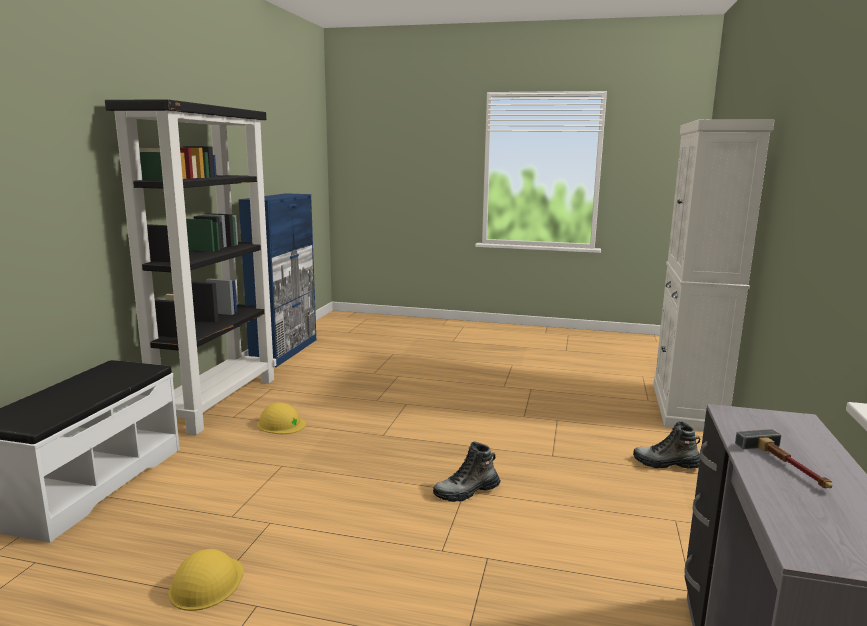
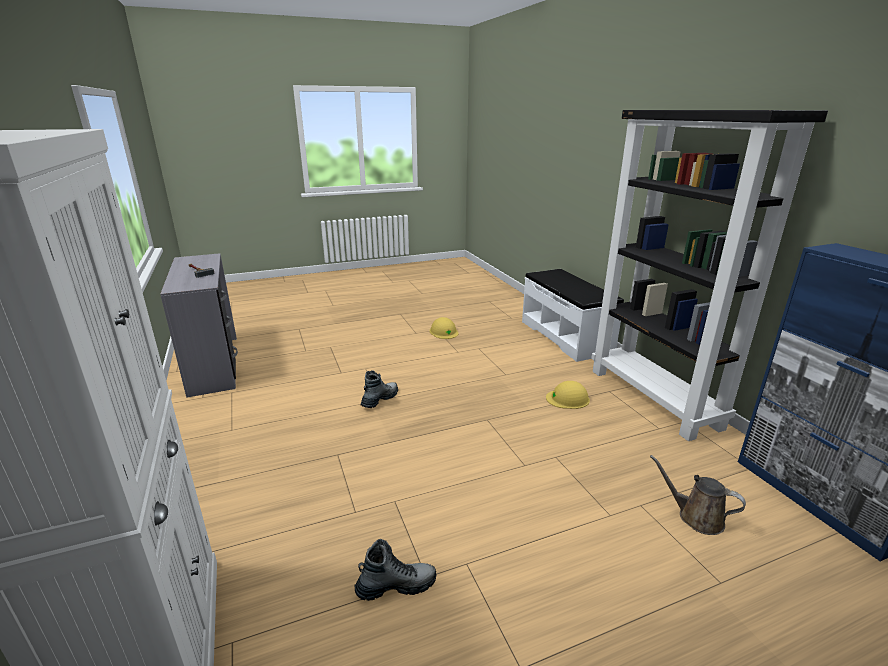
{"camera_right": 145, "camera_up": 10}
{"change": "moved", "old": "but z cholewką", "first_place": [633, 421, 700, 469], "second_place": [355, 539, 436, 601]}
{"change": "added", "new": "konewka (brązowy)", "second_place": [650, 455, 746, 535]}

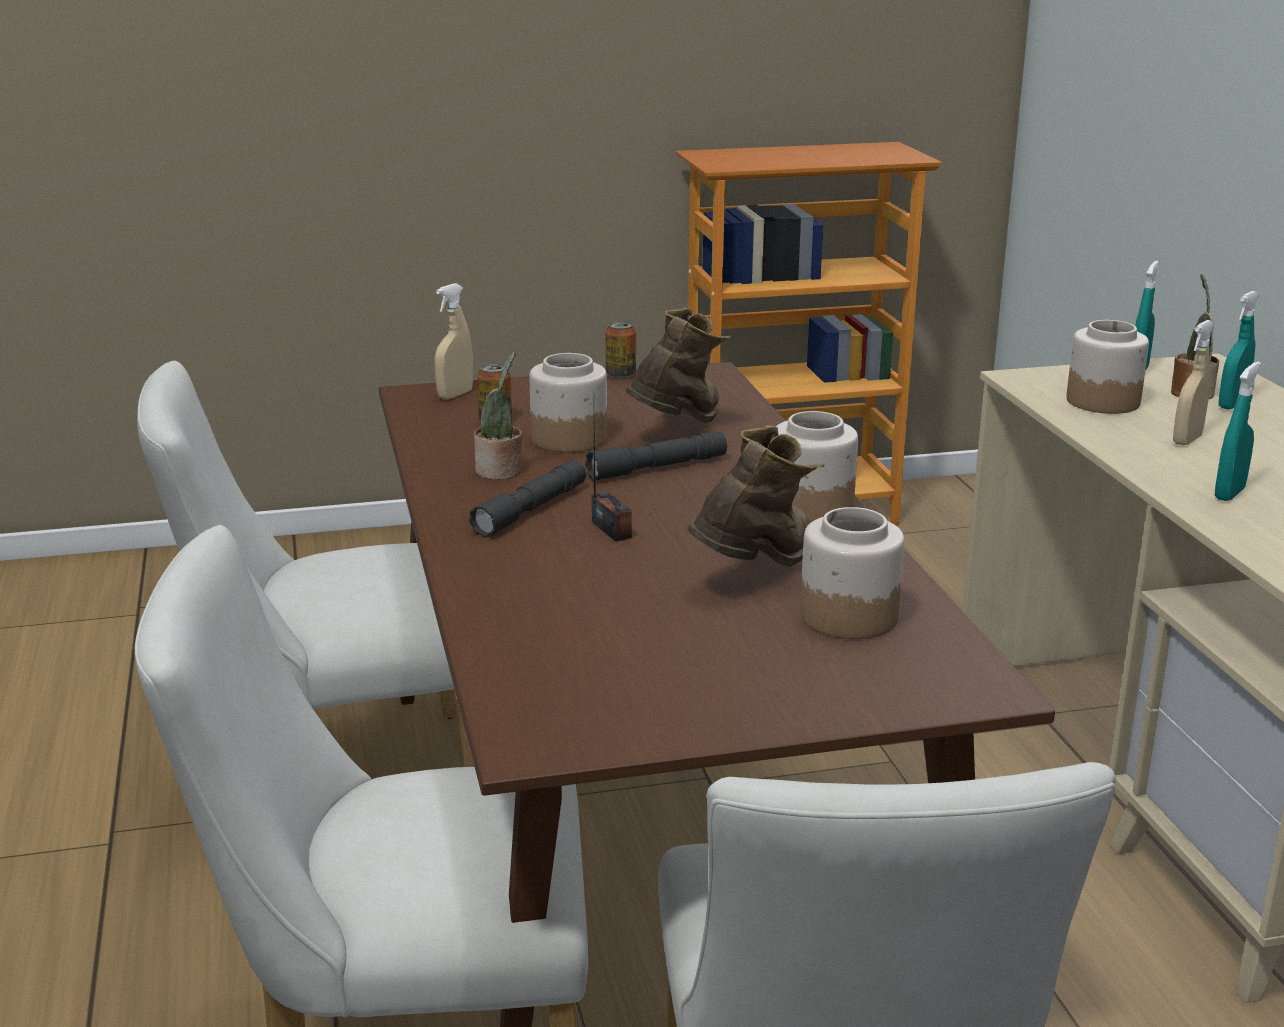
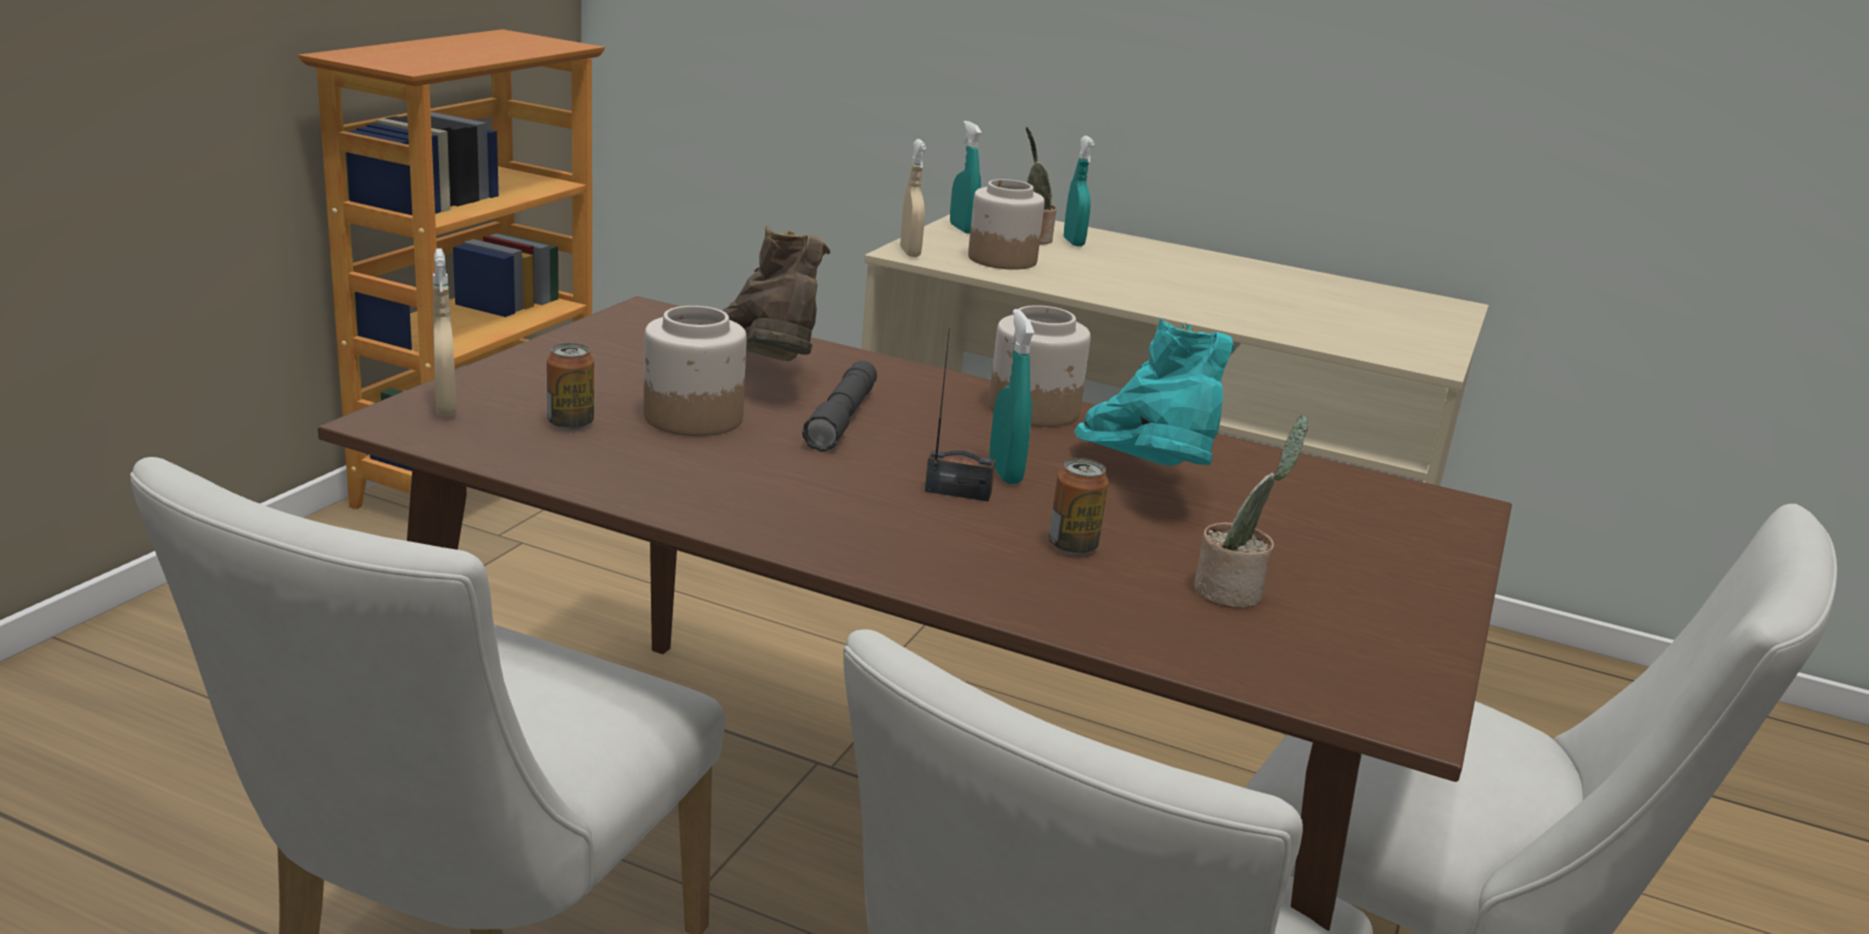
{"camera_right": -55, "camera_up": 0}
{"change": "moved", "old": "spryskiwacz (beżowy)", "first_place": [1173, 320, 1214, 445], "second_place": [900, 139, 926, 257]}
{"change": "moved", "old": "puszka", "first_place": [605, 321, 636, 379], "second_place": [1049, 458, 1109, 555]}
{"change": "moved", "old": "roślina doniczkowa", "first_place": [474, 352, 522, 480], "second_place": [1194, 415, 1308, 608]}
{"change": "moved", "old": "spryskiwacz (turkusowy)", "first_place": [1215, 361, 1261, 501], "second_place": [990, 309, 1034, 484]}
{"change": "recoloured", "old": "but z cholewką (brązowy)", "new": "but z cholewką (turkusowy)", "first_place": [687, 425, 824, 567], "second_place": [1074, 318, 1235, 466]}
{"change": "removed", "old": "latarka (szary)", "first_place": [469, 460, 586, 537]}
{"change": "removed", "old": "słoik", "first_place": [800, 507, 904, 639]}

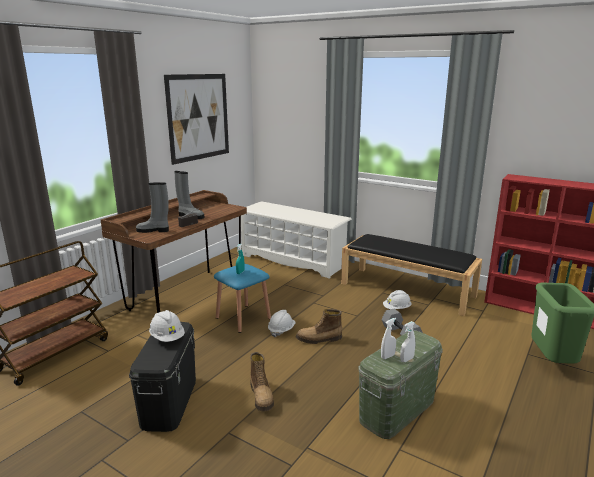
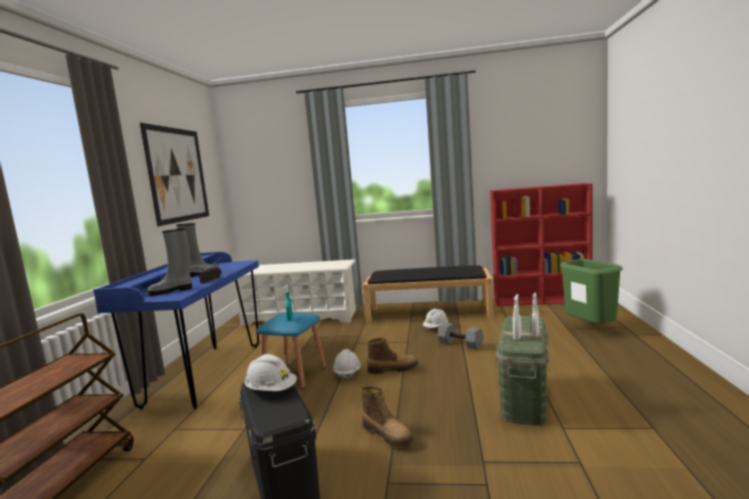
{"camera_right": -25, "camera_up": -10}
{"change": "recoloured", "old": "biurko (brązowy)", "new": "biurko (niebieski)", "first_place": [100, 190, 247, 313], "second_place": [93, 252, 259, 410]}
{"change": "turned", "old": "but z cholewką", "first_place": [296, 309, 342, 344], "second_place": [366, 337, 419, 374], "degrees": -150}

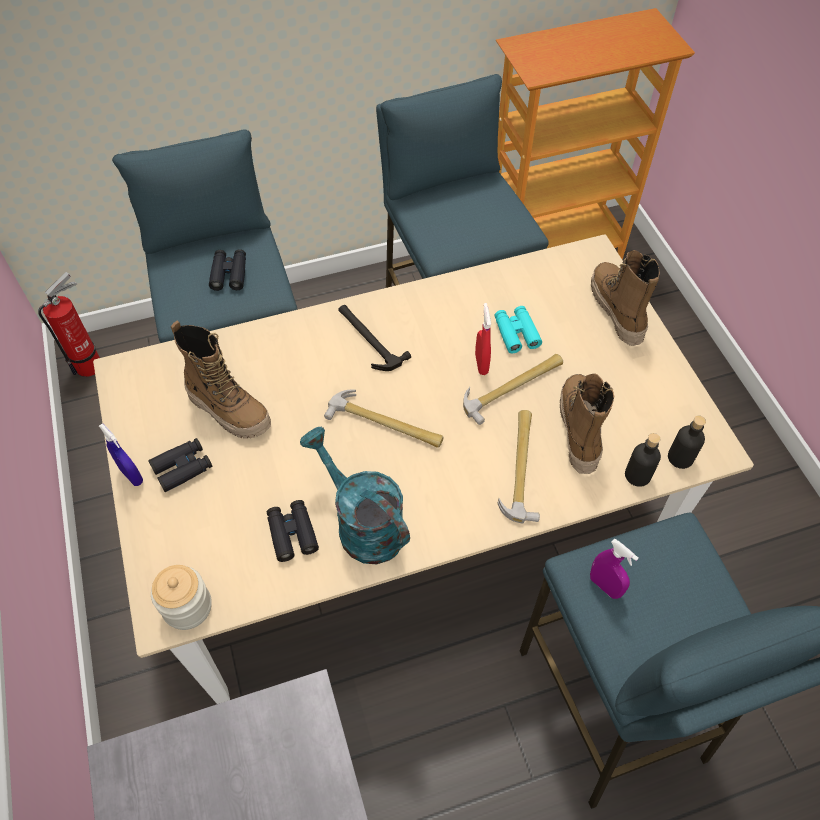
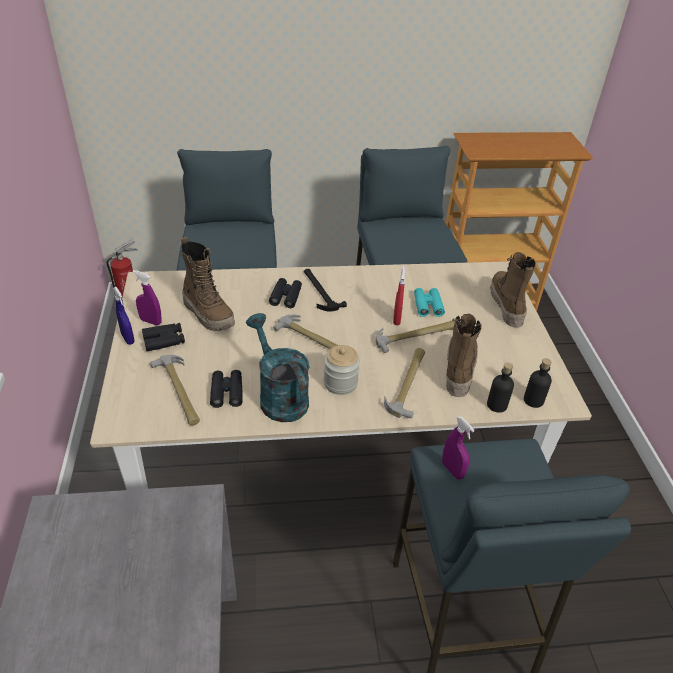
{"camera_right": 10, "camera_up": -15}
{"change": "moved", "old": "lornetka (czarny)", "first_place": [209, 249, 246, 291], "second_place": [269, 278, 302, 308]}
{"change": "moved", "old": "słoik", "first_place": [151, 565, 212, 630], "second_place": [323, 345, 360, 395]}
{"change": "added", "new": "spryskiwacz (fioletowy)", "second_place": [133, 270, 162, 325]}
{"change": "added", "new": "młotek", "second_place": [150, 355, 200, 426]}

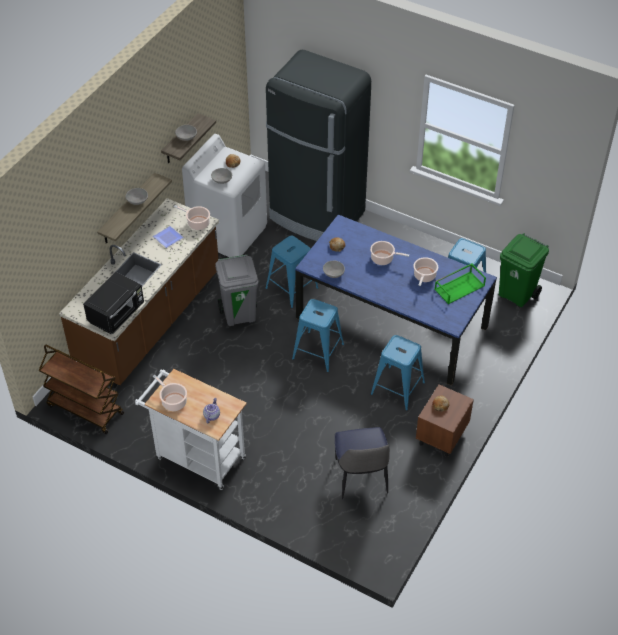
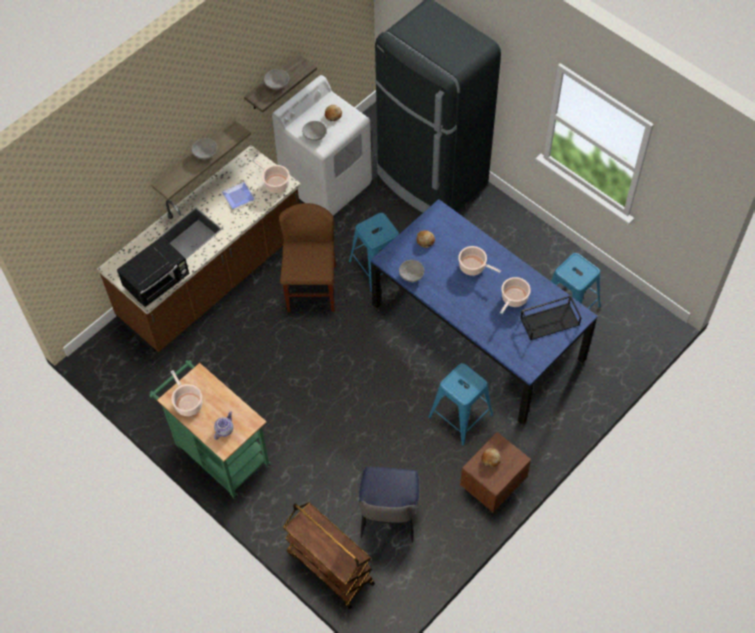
{"camera_right": 15, "camera_up": 10}
{"change": "removed", "old": "kosz na śmieci (zielony)", "first_place": [499, 233, 549, 307]}
{"change": "replaced", "old": "kosz na śmieci (szary)", "new": "krzesło (brązowy)", "first_place": [215, 254, 258, 326], "second_place": [279, 203, 336, 312]}
{"change": "recoloured", "old": "taca (zielony)", "new": "taca (czarny)", "first_place": [434, 263, 486, 304], "second_place": [520, 296, 582, 340]}
{"change": "removed", "old": "stołek (niebieski)", "first_place": [292, 299, 344, 372]}
{"change": "moved", "old": "wózek (brązowy)", "first_place": [39, 345, 124, 434], "second_place": [283, 502, 375, 609]}
{"change": "recoloured", "old": "wózek (biały)", "new": "wózek (zielony)", "first_place": [135, 369, 247, 490], "second_place": [149, 360, 271, 499]}

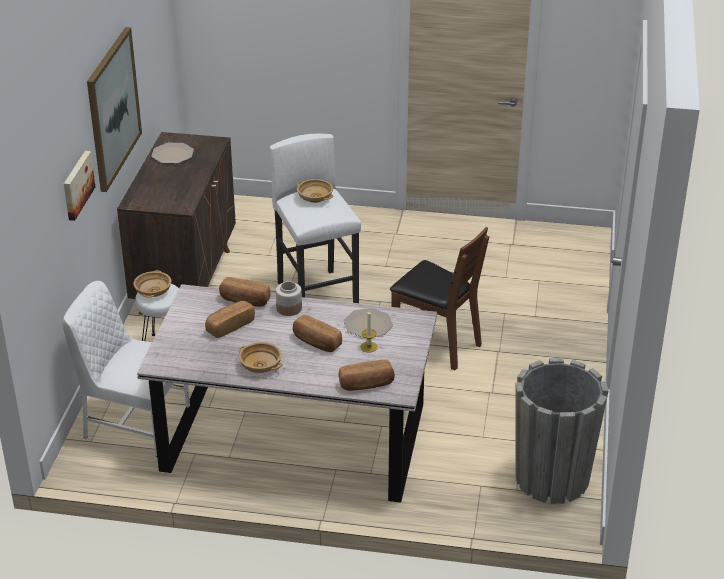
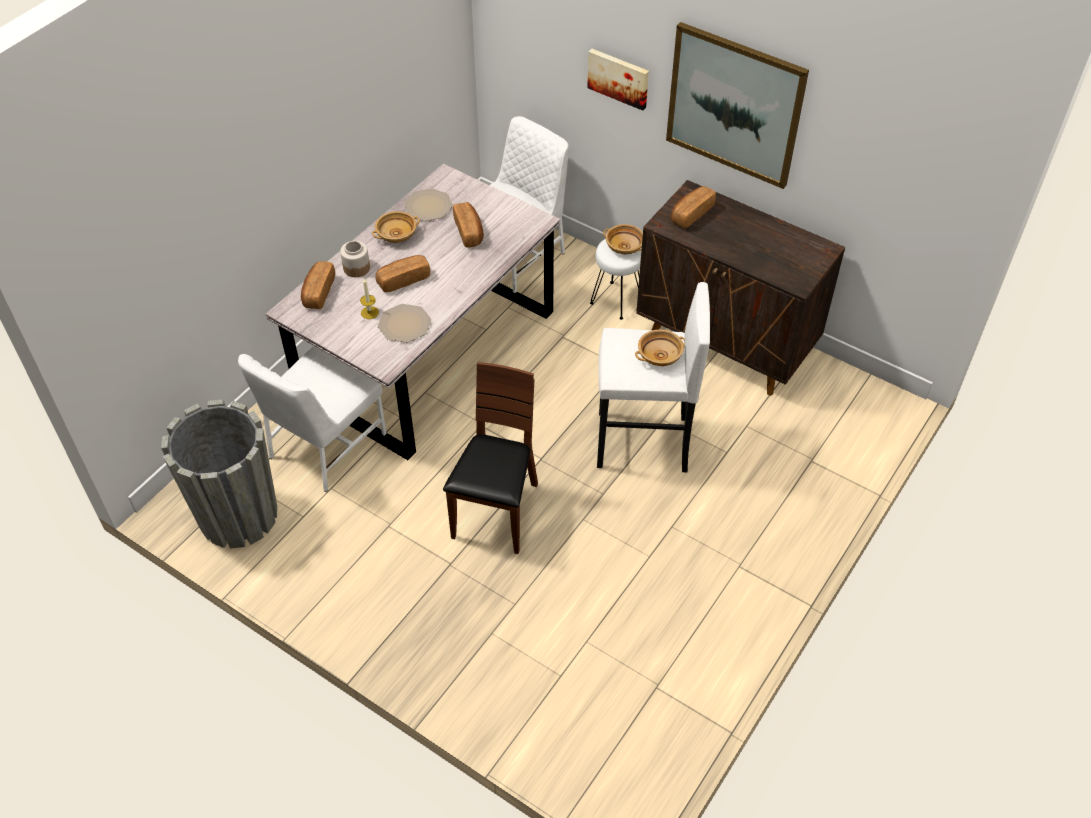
{"camera_right": 115, "camera_up": 15}
{"change": "moved", "old": "talerz", "first_place": [151, 143, 194, 163], "second_place": [404, 188, 453, 221]}
{"change": "turned", "old": "krzesło (brązowy)", "first_place": [390, 227, 490, 371], "second_place": [443, 362, 538, 554], "degrees": 135}
{"change": "moved", "old": "chleb", "first_place": [219, 277, 270, 307], "second_place": [671, 186, 716, 228]}
{"change": "moved", "old": "słoik", "first_place": [276, 281, 302, 316], "second_place": [340, 241, 370, 277]}
{"change": "added", "new": "krzesło (biały)", "second_place": [238, 347, 387, 492]}

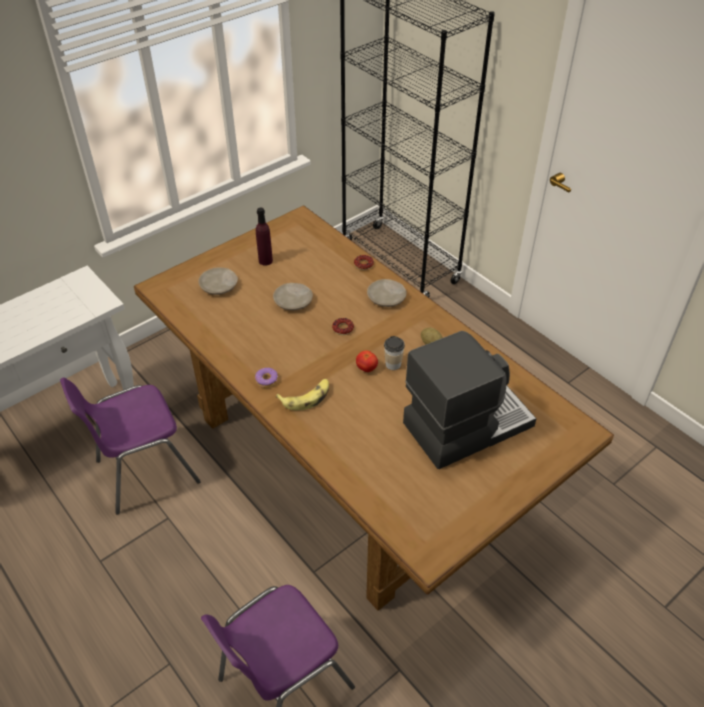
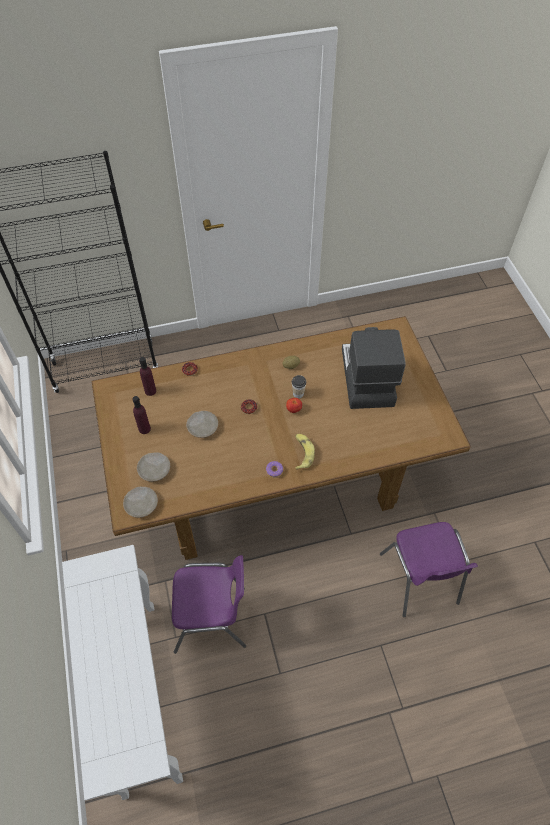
{"camera_right": -65, "camera_up": 10}
{"change": "moved", "old": "talerz (beżowy)", "first_place": [367, 279, 407, 307], "second_place": [123, 487, 158, 518]}
{"change": "turned", "old": "krzesło (fioletowy)", "first_place": [60, 378, 201, 515], "second_place": [172, 555, 246, 654], "degrees": -90}
{"change": "added", "new": "butelka (fioletowy)", "second_place": [139, 357, 156, 396]}

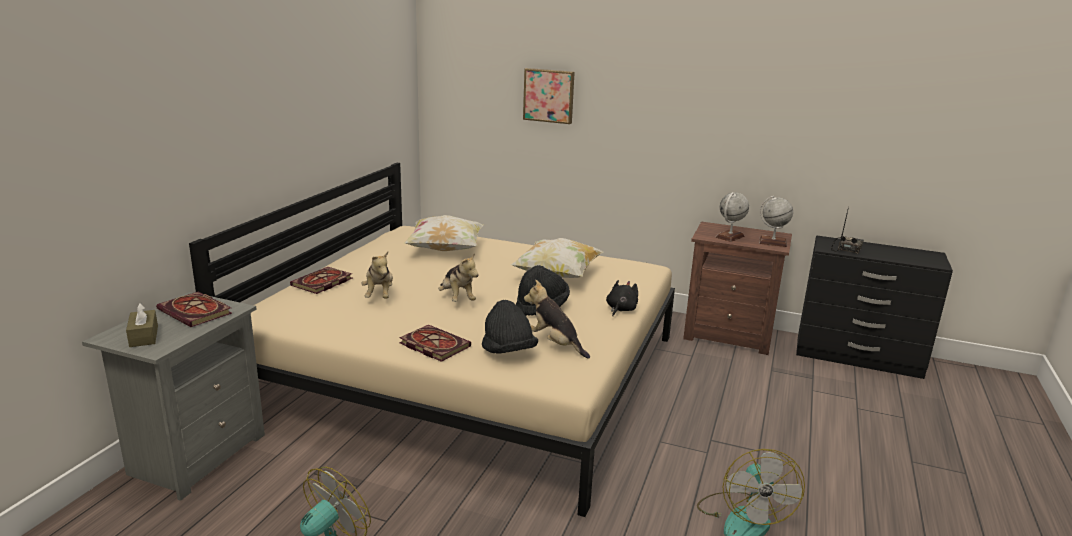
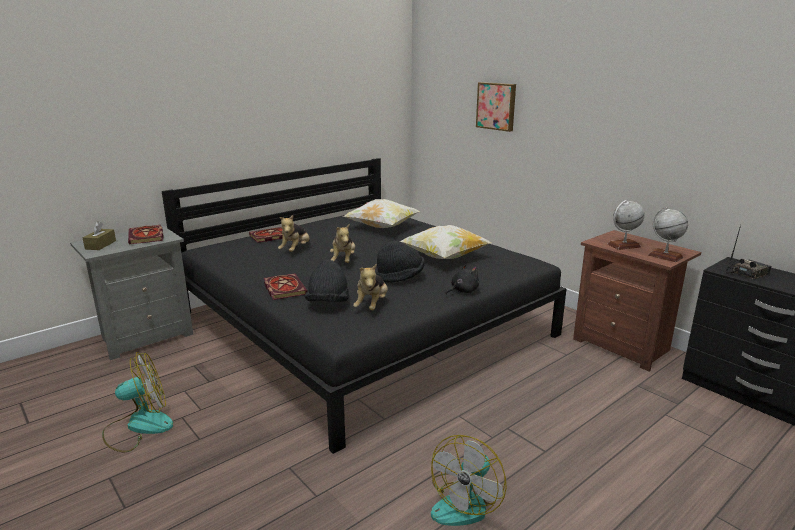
{"camera_right": 30, "camera_up": 0}
{"change": "recoloured", "old": "łóżko (beżowy)", "new": "łóżko (czarny)", "first_place": [189, 163, 675, 517], "second_place": [162, 158, 566, 454]}
{"change": "turned", "old": "pluszak", "first_place": [524, 280, 590, 359], "second_place": [353, 264, 388, 310], "degrees": -150}

